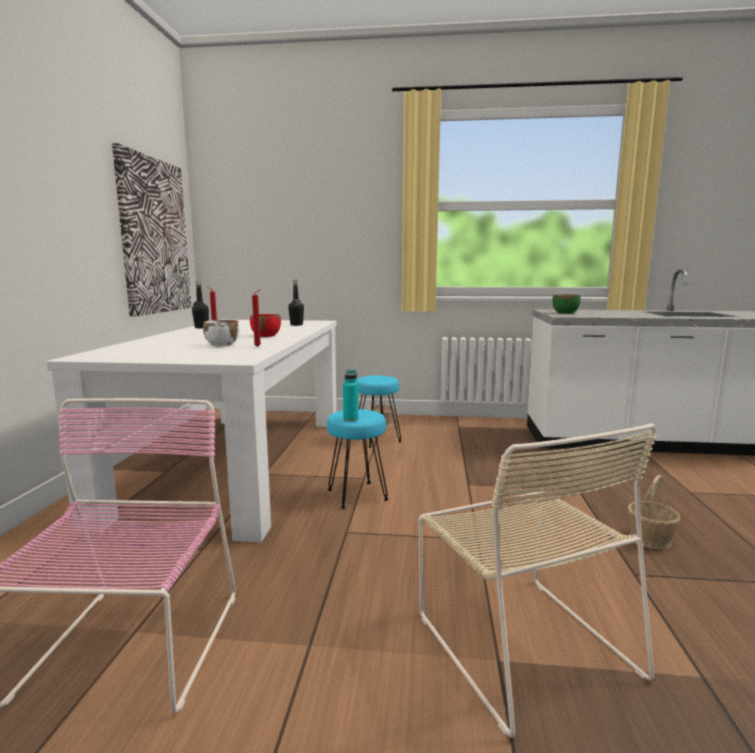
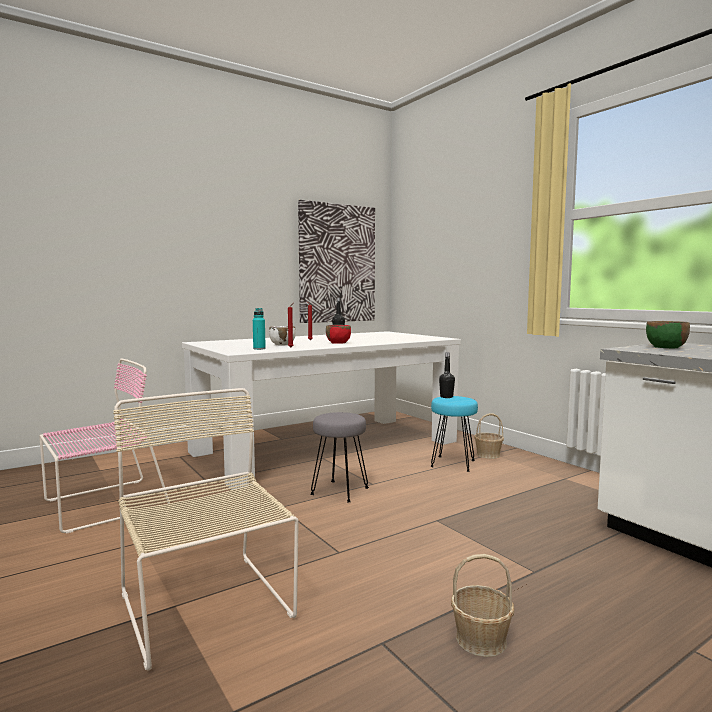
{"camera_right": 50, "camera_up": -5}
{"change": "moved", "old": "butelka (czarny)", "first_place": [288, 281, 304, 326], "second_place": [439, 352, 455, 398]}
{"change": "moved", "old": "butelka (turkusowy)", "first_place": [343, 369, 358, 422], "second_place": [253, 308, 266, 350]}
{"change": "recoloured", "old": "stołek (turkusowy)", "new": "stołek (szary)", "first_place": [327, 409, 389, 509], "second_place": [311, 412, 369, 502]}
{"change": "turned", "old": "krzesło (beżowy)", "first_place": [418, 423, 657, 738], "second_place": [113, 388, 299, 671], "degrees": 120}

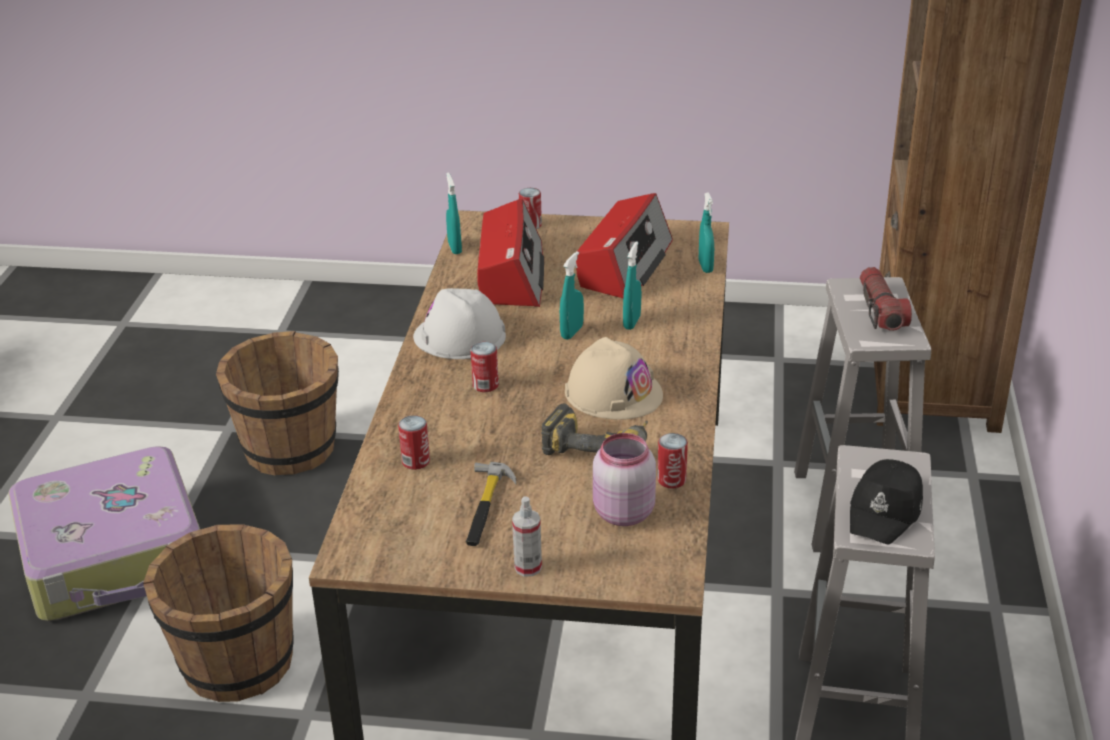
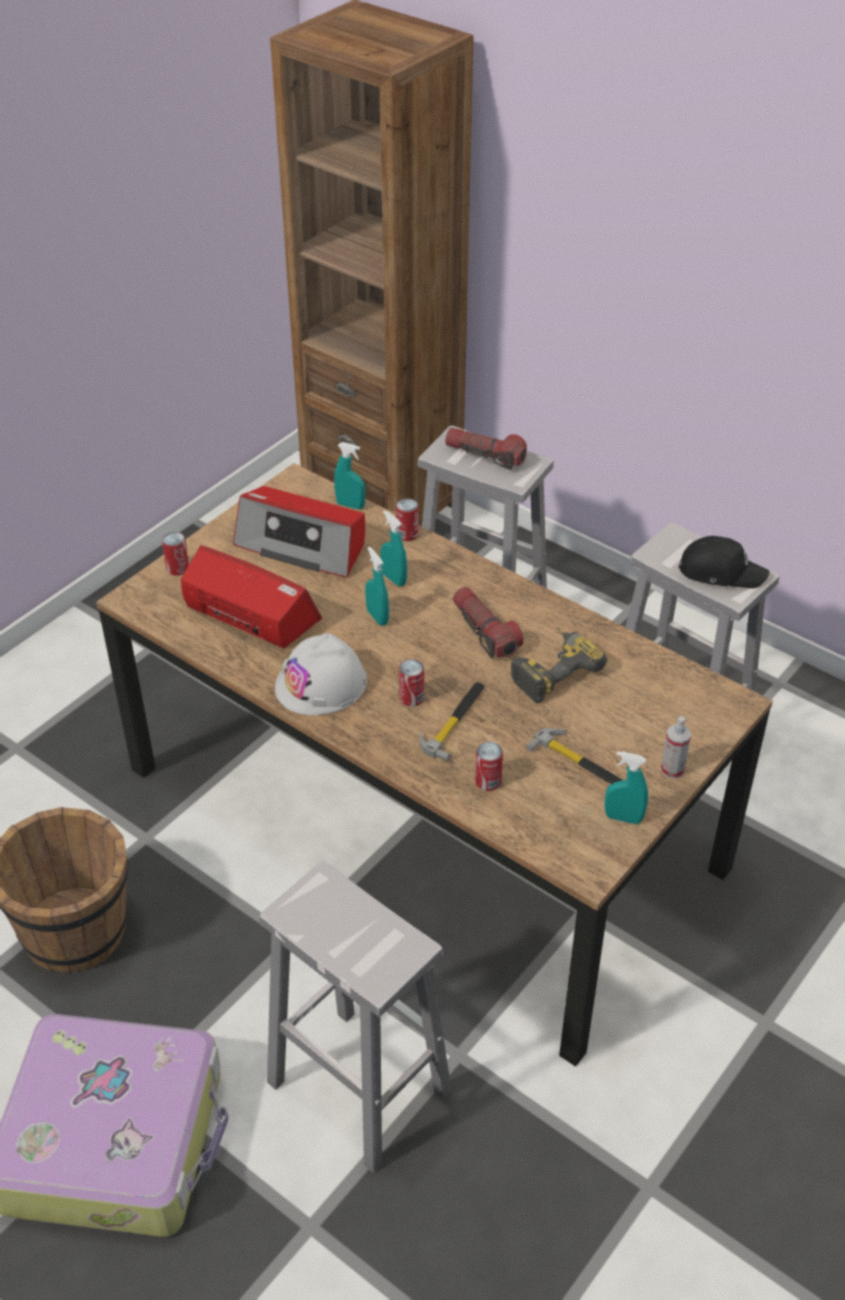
{"camera_right": -60, "camera_up": 10}
{"change": "moved", "old": "spryskiwacz (turkusowy)", "first_place": [446, 172, 462, 254], "second_place": [605, 751, 648, 824]}
{"change": "turned", "old": "radio", "first_place": [576, 193, 673, 298], "second_place": [233, 486, 365, 578], "degrees": 150}
{"change": "replaced", "old": "kask (beżowy)", "new": "latarka", "first_place": [565, 337, 663, 420], "second_place": [453, 587, 524, 659]}
{"change": "removed", "old": "słoik (różowy)", "first_place": [593, 433, 656, 526]}
{"change": "moved", "old": "puszka", "first_place": [657, 433, 688, 489], "second_place": [396, 498, 419, 541]}
{"change": "turned", "old": "czapka z daszkiem (czarny)", "first_place": [850, 459, 923, 544], "second_place": [678, 536, 770, 588], "degrees": -45}
{"change": "replaced", "old": "wiadro (brązowy)", "new": "stołek (biały)", "first_place": [143, 524, 293, 702], "second_place": [259, 861, 452, 1173]}
{"change": "added", "new": "młotek", "second_place": [420, 682, 485, 761]}

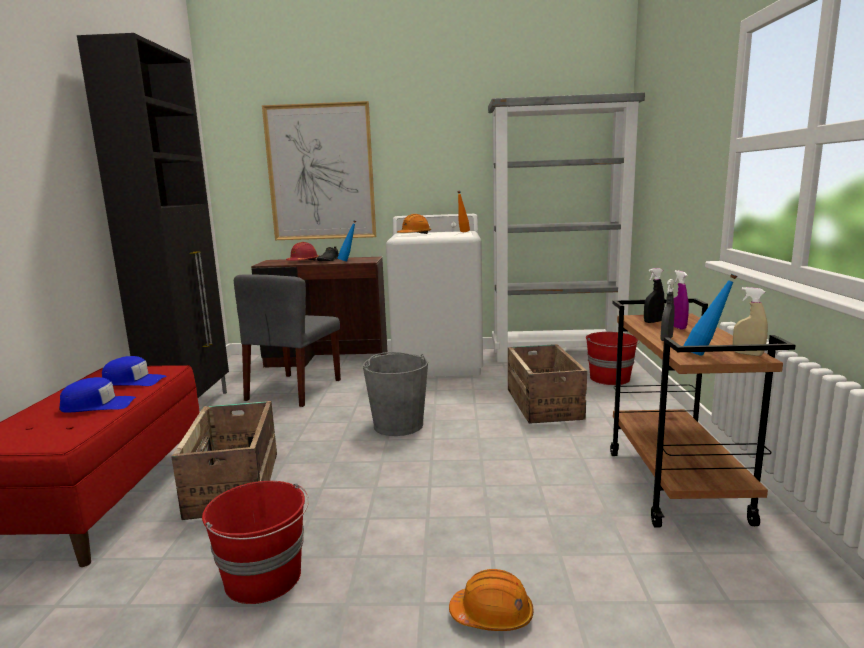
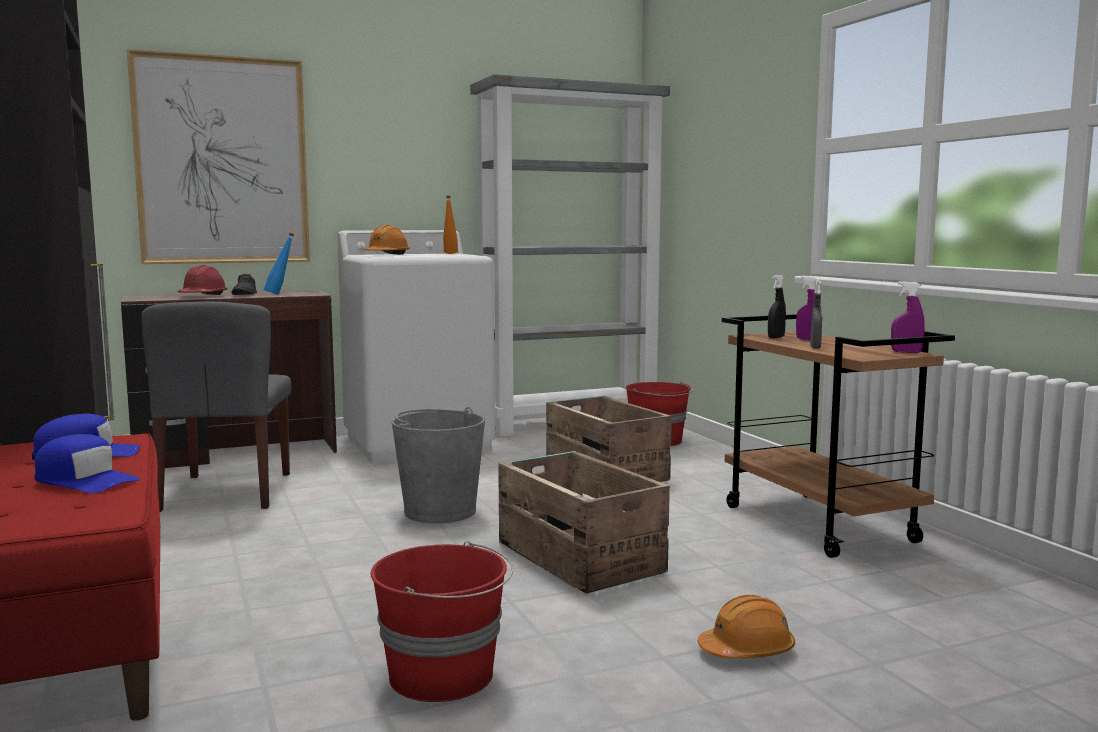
{"camera_right": -25, "camera_up": -5}
{"change": "removed", "old": "butelka (niebieski)", "first_place": [684, 274, 737, 356]}
{"change": "recoloured", "old": "spryskiwacz (beżowy)", "new": "spryskiwacz (fioletowy)", "first_place": [733, 287, 768, 356], "second_place": [891, 281, 925, 353]}
{"change": "turned", "old": "czapka z daszkiem (niebieski)", "first_place": [59, 377, 136, 413], "second_place": [35, 434, 140, 493], "degrees": 60}
{"change": "moved", "old": "skrzynka", "first_place": [171, 401, 277, 520], "second_place": [498, 451, 670, 594]}

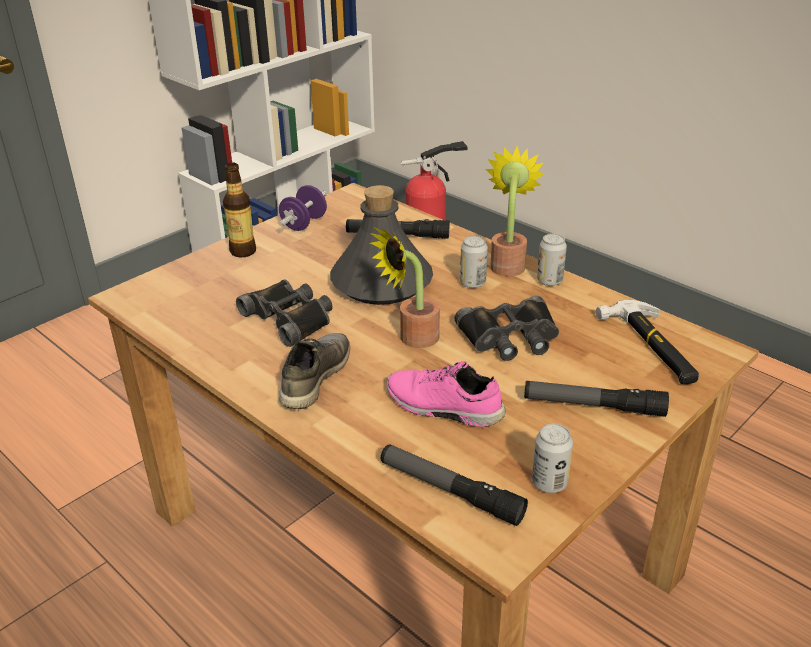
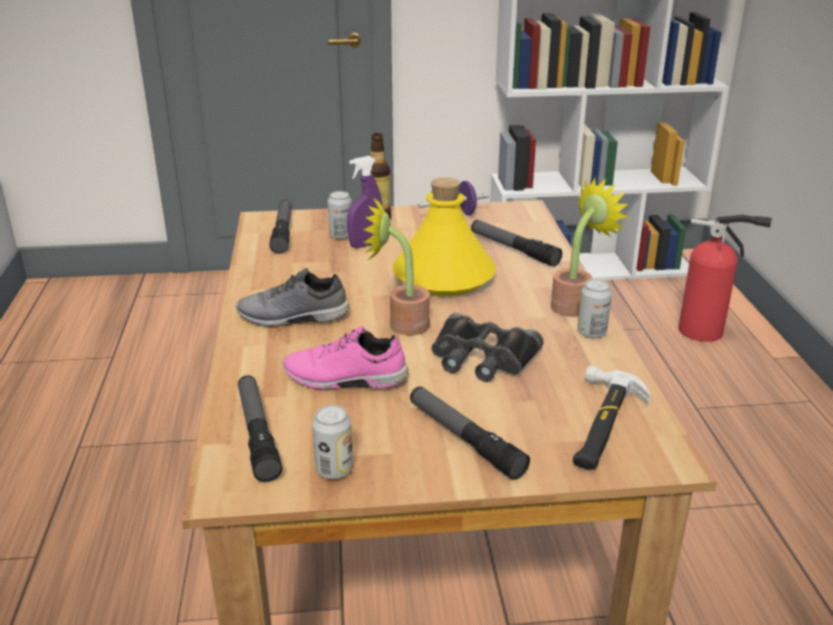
{"camera_right": 40, "camera_up": -5}
{"change": "recoloured", "old": "butelka (szary)", "new": "butelka (żółty)", "first_place": [330, 185, 433, 305], "second_place": [393, 177, 496, 296]}
{"change": "moved", "old": "puszka", "first_place": [460, 236, 488, 288], "second_place": [328, 191, 352, 239]}
{"change": "removed", "old": "lornetka (czarny)", "first_place": [236, 279, 333, 347]}
{"change": "turned", "old": "but (szary)", "first_place": [279, 333, 350, 409], "second_place": [236, 268, 350, 327], "degrees": -150}
{"change": "turned", "old": "but (różowy)", "first_place": [387, 361, 505, 427], "second_place": [283, 326, 409, 390], "degrees": -60}
{"change": "added", "new": "spryskiwacz (fioletowy)", "second_place": [347, 156, 383, 248]}
{"change": "added", "new": "latarka", "second_place": [269, 199, 292, 254]}

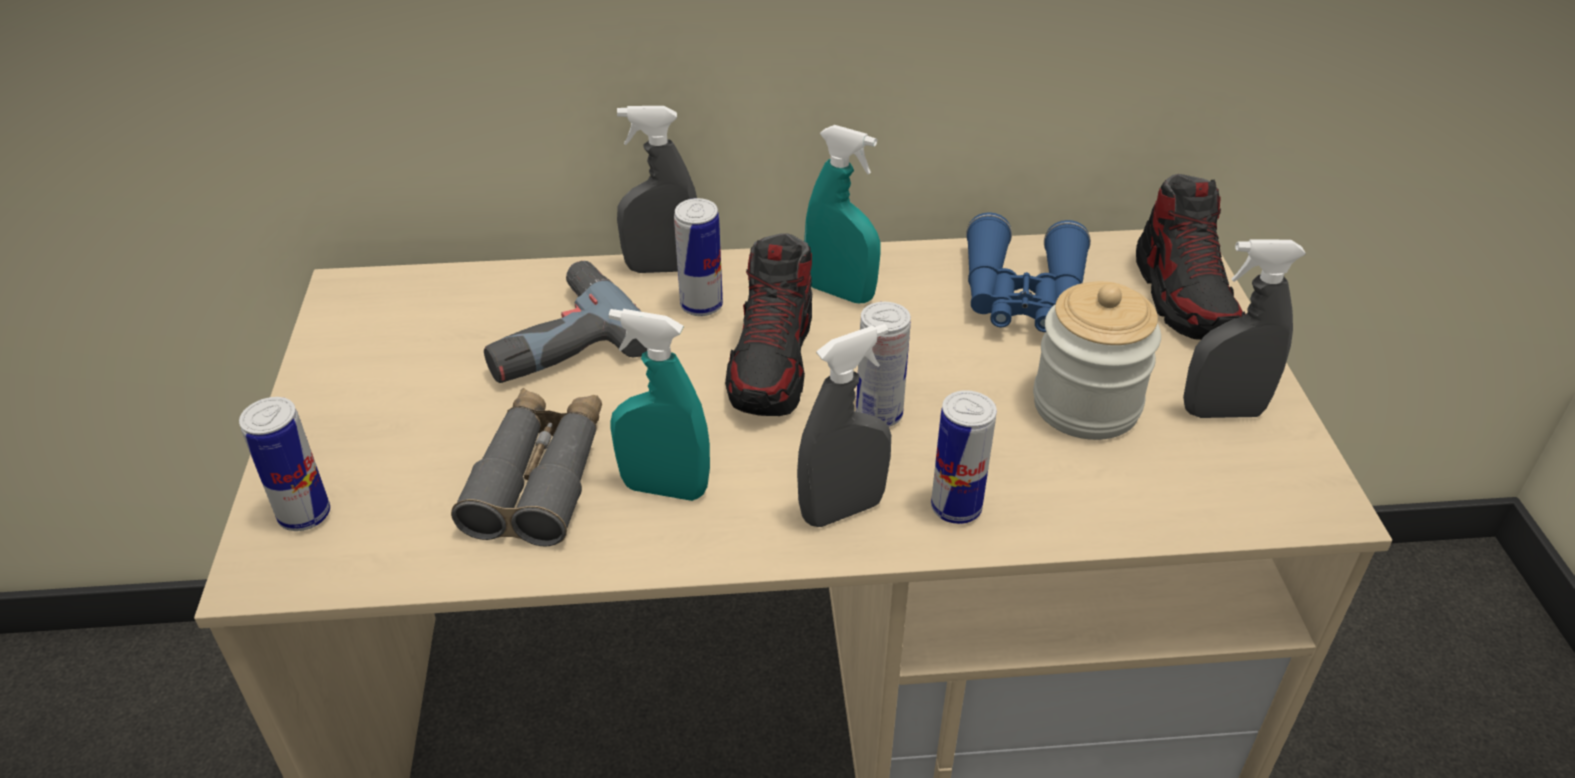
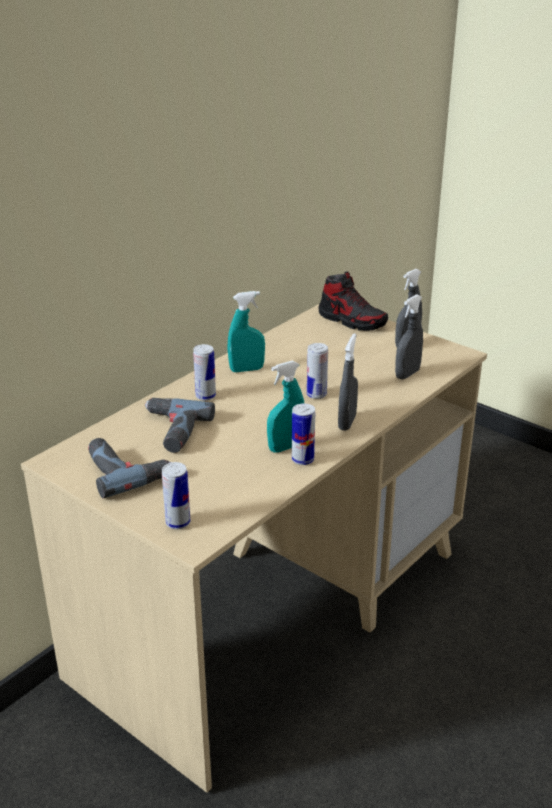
{"camera_right": -45, "camera_up": -10}
{"change": "moved", "old": "spryskiwacz (szary)", "first_place": [617, 106, 697, 273], "second_place": [395, 294, 423, 379]}
{"change": "removed", "old": "lornetka (niebieski)", "first_place": [966, 213, 1091, 332]}
{"change": "removed", "old": "but", "first_place": [725, 233, 812, 416]}
{"change": "removed", "old": "słoik", "first_place": [1033, 281, 1161, 440]}
{"change": "removed", "old": "lornetka (szary)", "first_place": [451, 388, 602, 546]}
{"change": "moved", "old": "puszka", "first_place": [931, 390, 997, 524], "second_place": [292, 403, 315, 465]}
{"change": "added", "new": "wiertarka", "second_place": [88, 438, 171, 498]}

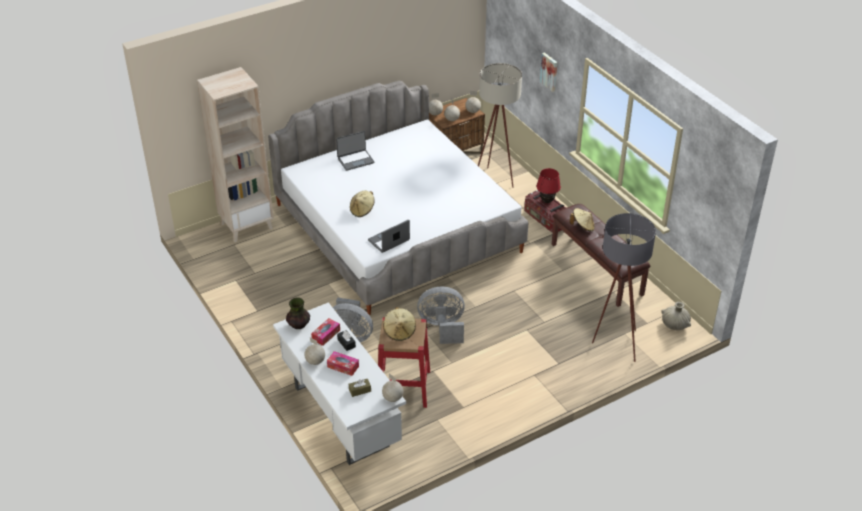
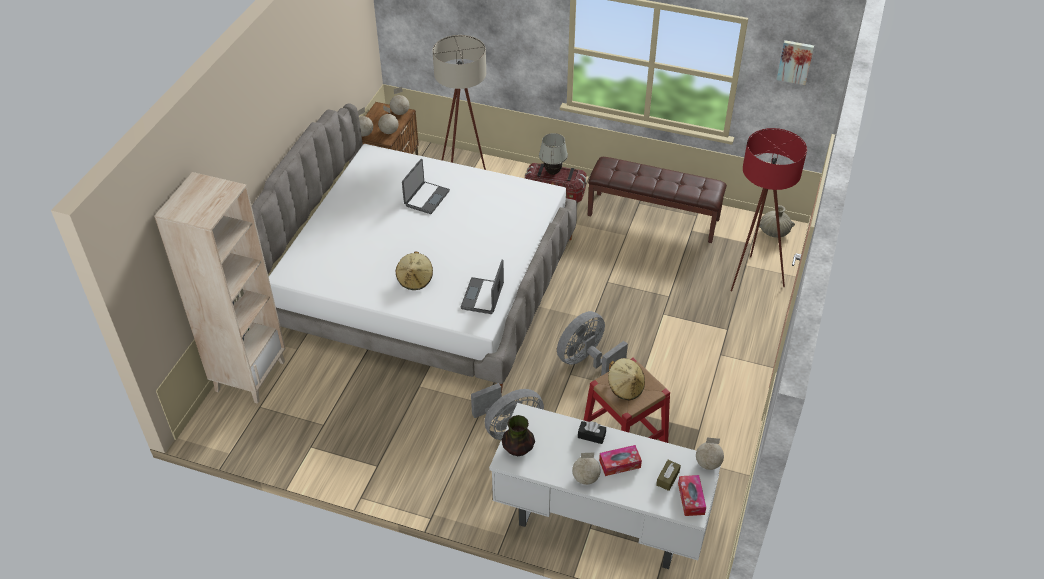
{"camera_right": -40, "camera_up": 5}
{"change": "moved", "old": "obraz", "first_place": [540, 52, 557, 92], "second_place": [777, 40, 814, 85]}
{"change": "moved", "old": "laptop", "first_place": [336, 131, 375, 171], "second_place": [402, 159, 450, 214]}
{"change": "recoloured", "old": "lampa stołowa (czerwony)", "new": "lampa stołowa (biały)", "first_place": [536, 168, 561, 203], "second_place": [539, 133, 568, 175]}
{"change": "removed", "old": "kapelusz (beżowy)", "first_place": [570, 208, 595, 231]}
{"change": "recoloured", "old": "lampa stojąca (szary)", "new": "lampa stojąca (czerwony)", "first_place": [592, 213, 656, 362], "second_place": [731, 128, 807, 292]}
{"change": "moved", "old": "pudełko chusteczek", "first_place": [311, 318, 340, 346], "second_place": [678, 475, 706, 516]}

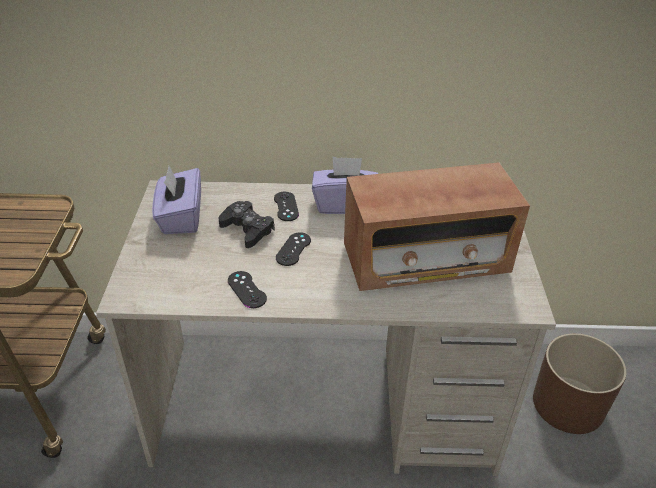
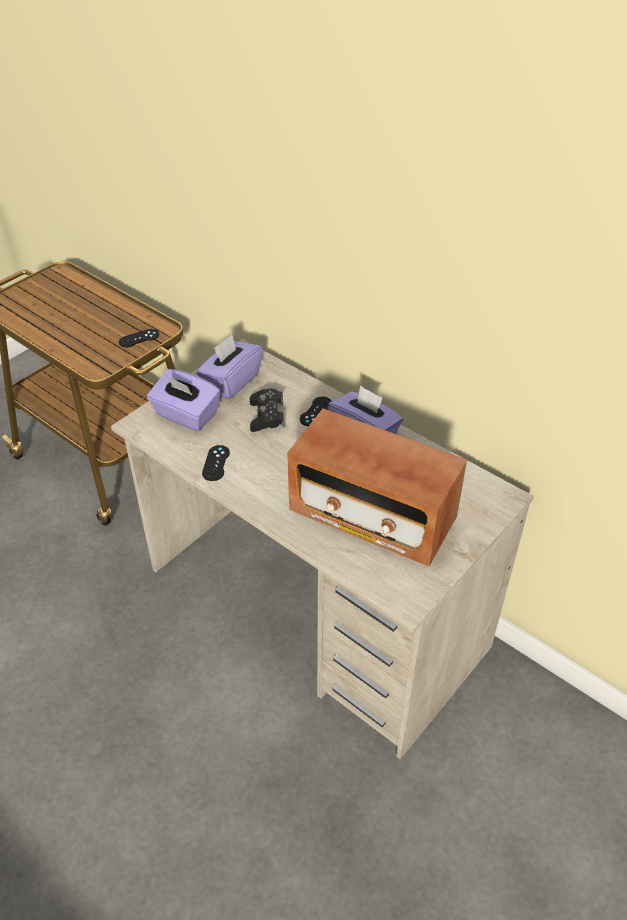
{"camera_right": 40, "camera_up": 5}
{"change": "moved", "old": "pad do gier (czarny)", "first_place": [276, 232, 311, 266], "second_place": [119, 329, 159, 347]}
{"change": "removed", "old": "donica (brązowy)", "first_place": [533, 333, 627, 434]}
{"change": "added", "new": "pudełko chusteczek (fioletowy)", "second_place": [147, 369, 221, 431]}

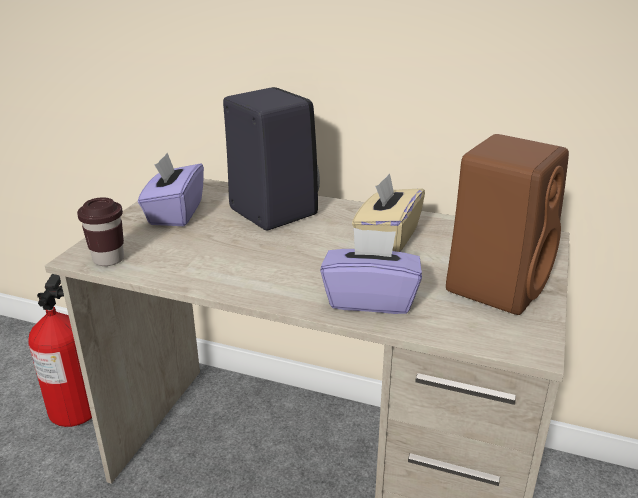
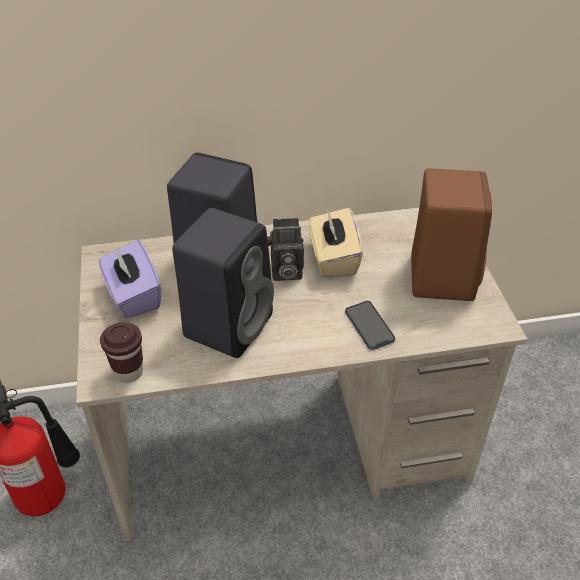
{"camera_right": -30, "camera_up": 15}
{"change": "replaced", "old": "pudełko chusteczek (fioletowy)", "new": "telefon", "first_place": [320, 228, 422, 314], "second_place": [345, 301, 395, 350]}
{"change": "added", "new": "głośnik (czarny)", "second_place": [172, 208, 274, 358]}
{"change": "added", "new": "aparat fotograficzny", "second_place": [267, 218, 304, 281]}

